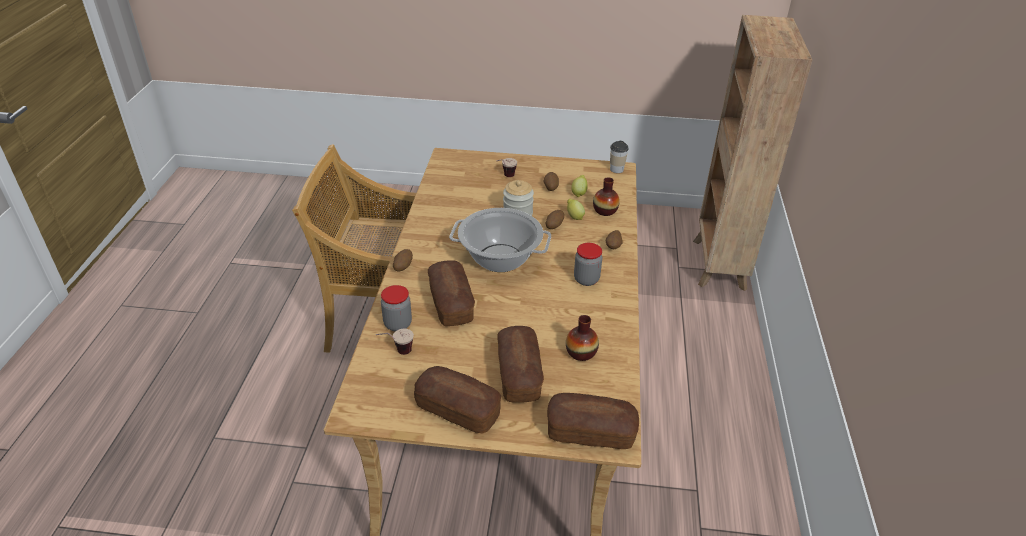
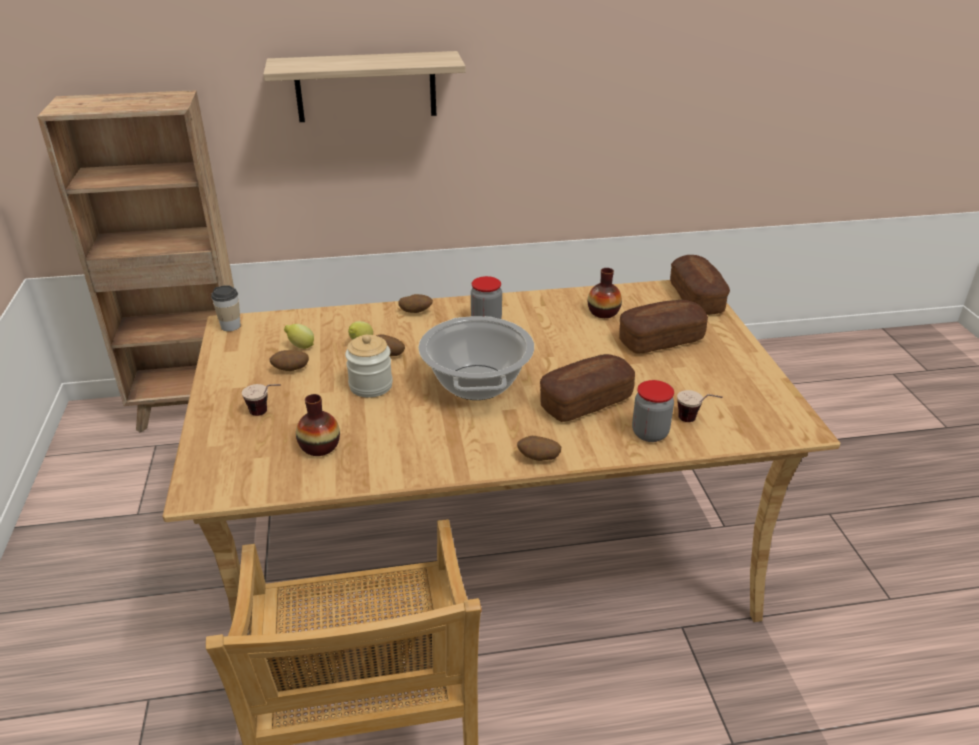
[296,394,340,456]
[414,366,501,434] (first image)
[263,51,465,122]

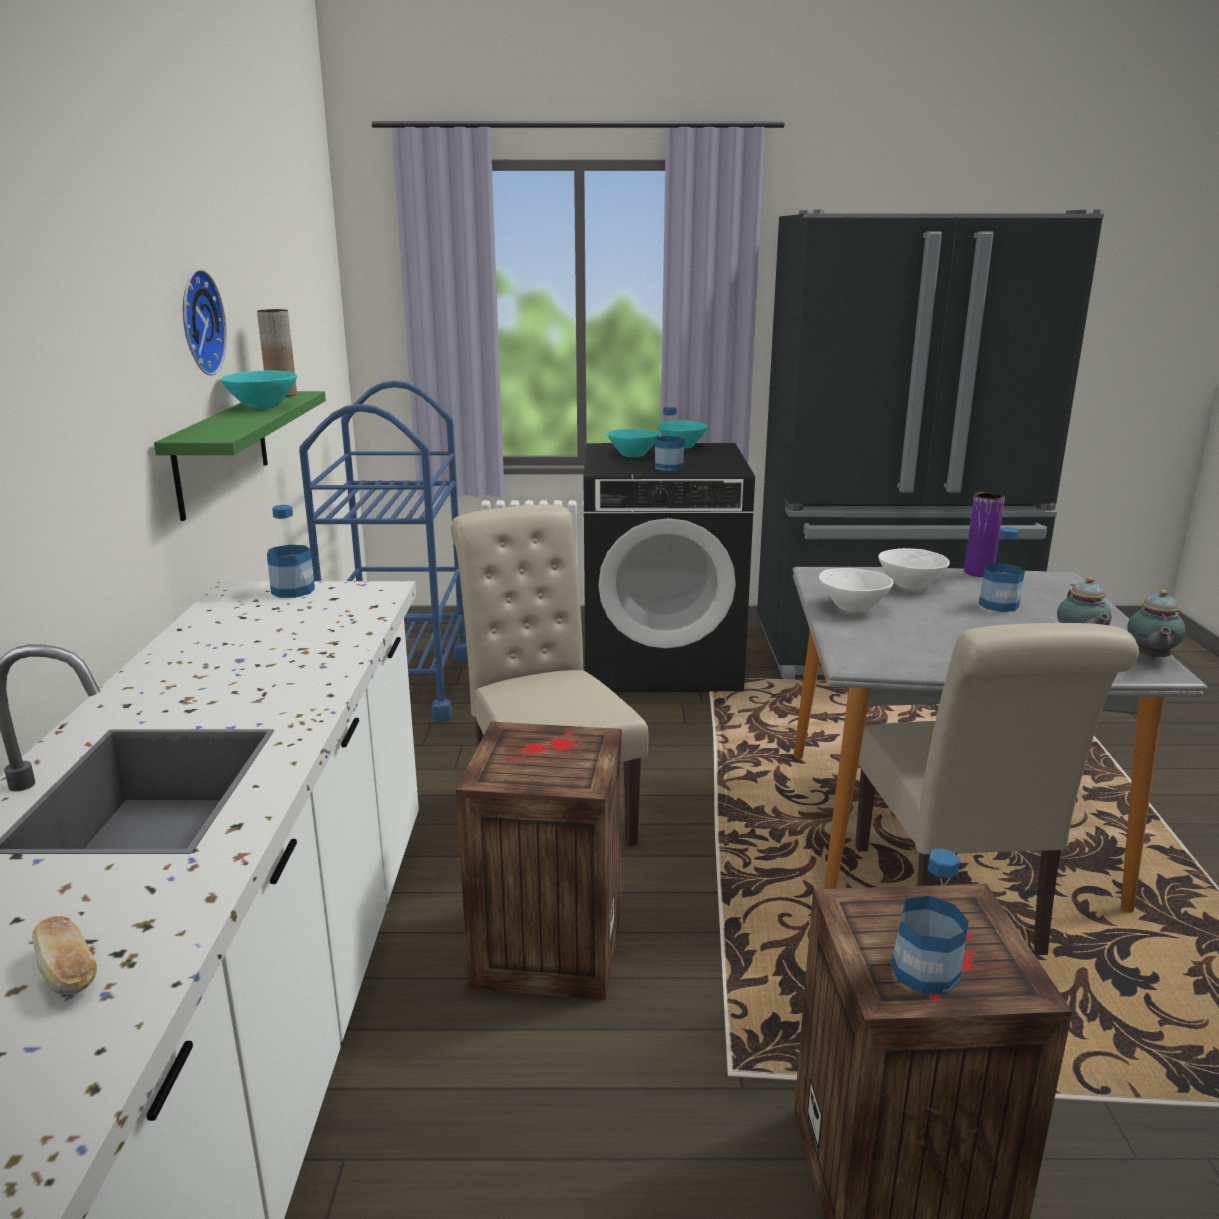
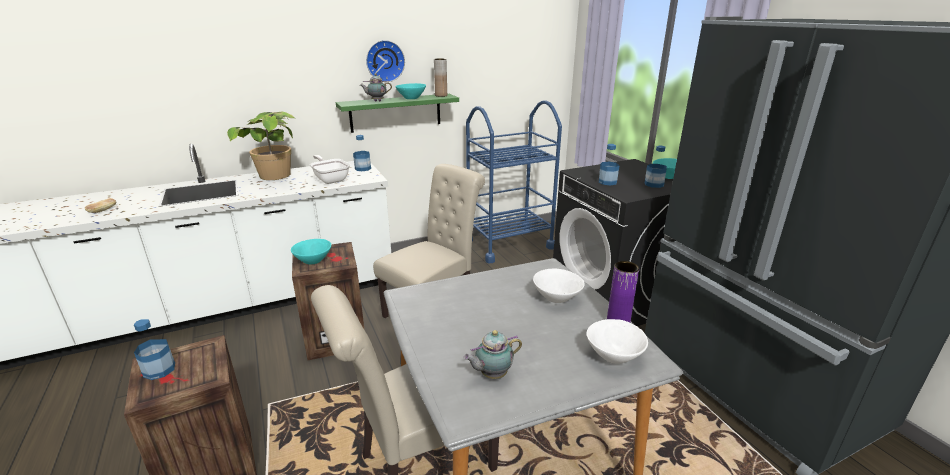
[291,239,331,264]
[645,146,667,188]
[587,319,648,364]
[360,74,392,101]
[227,112,295,180]
[310,155,350,184]

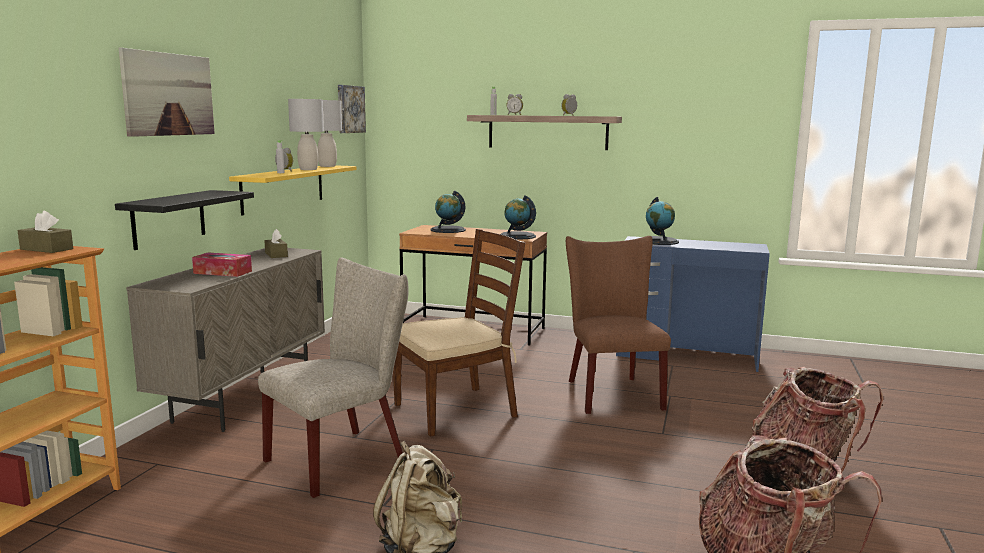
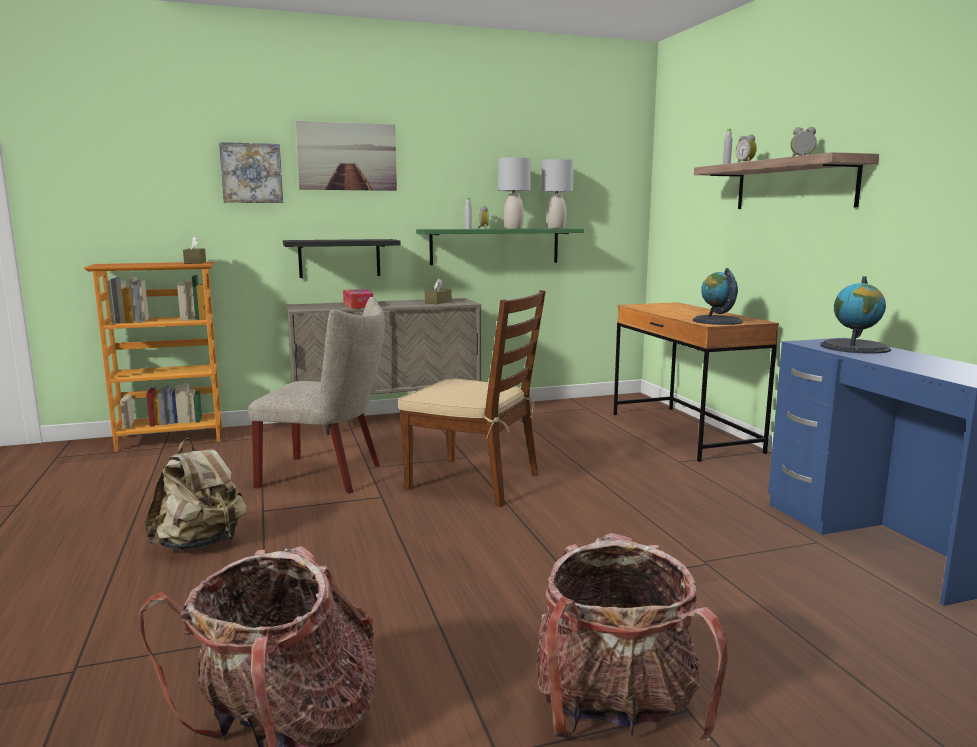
[219,142,283,203]
[416,228,584,265]
[430,191,466,233] (first image)
[566,236,671,414] (first image)

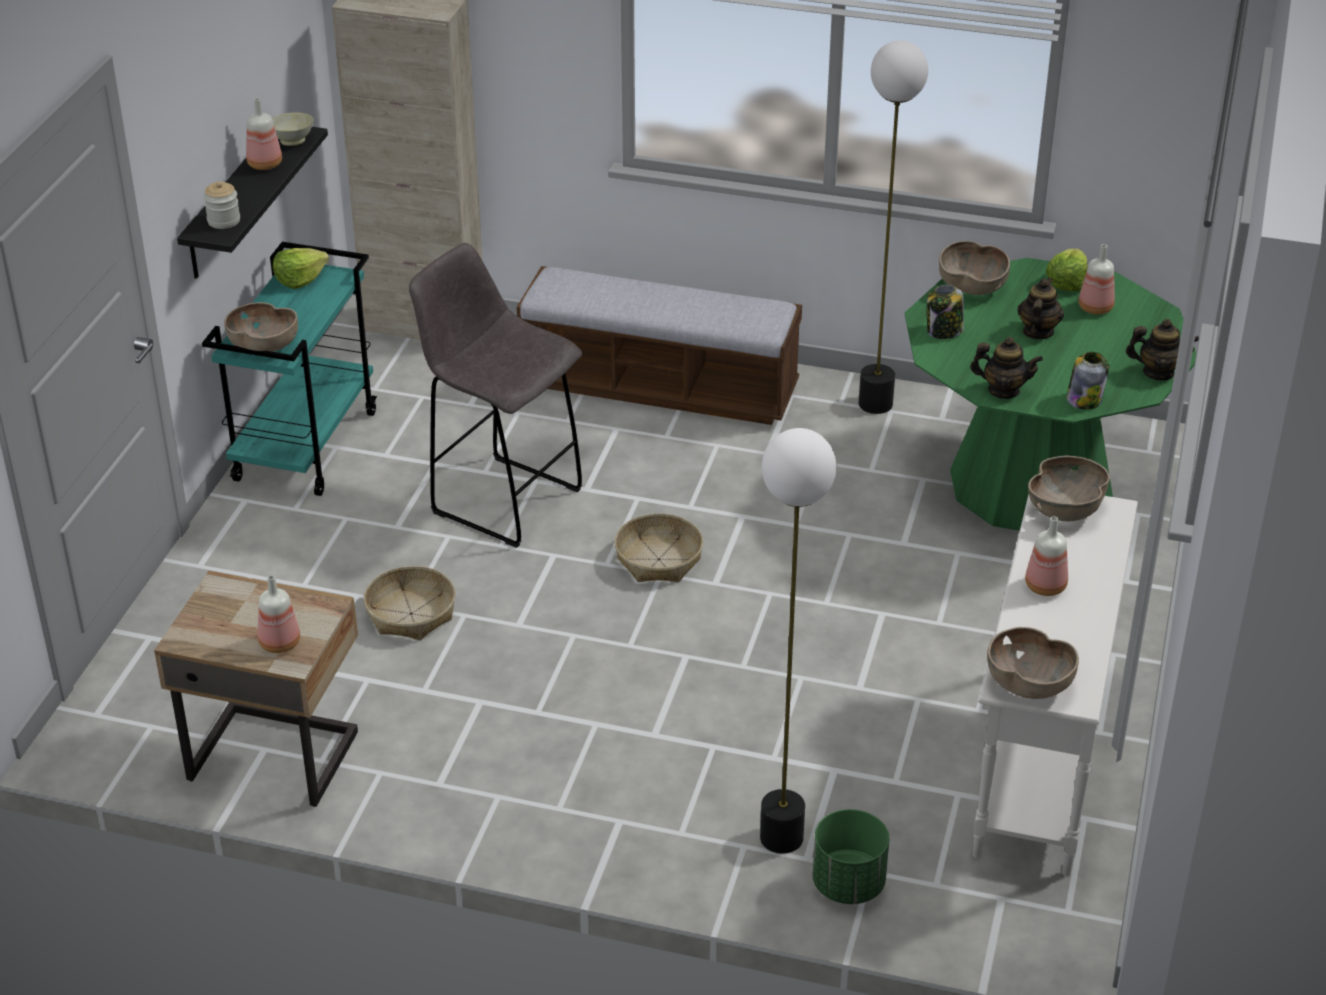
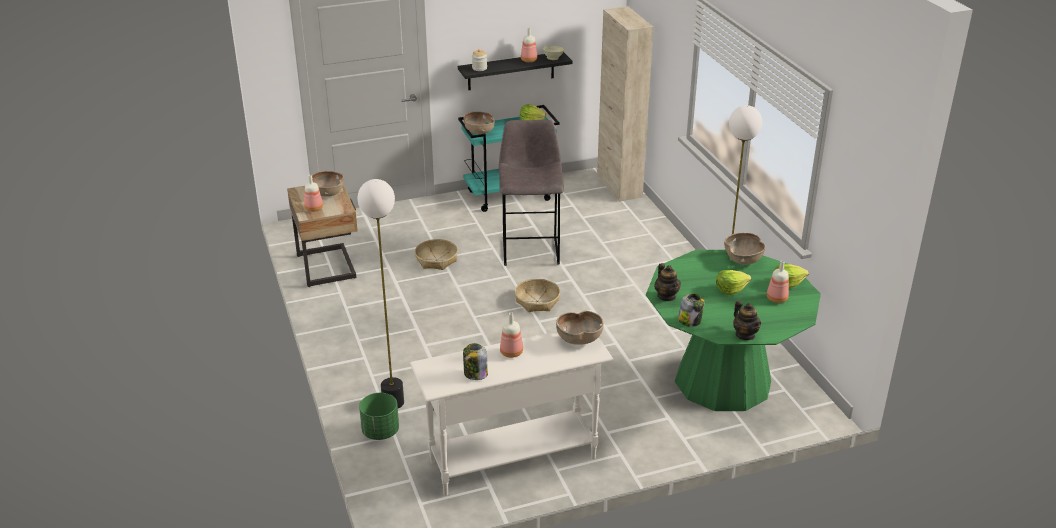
[517,266,802,425] (first image)
[716,270,751,295]
[463,343,488,380]
[312,171,344,197]

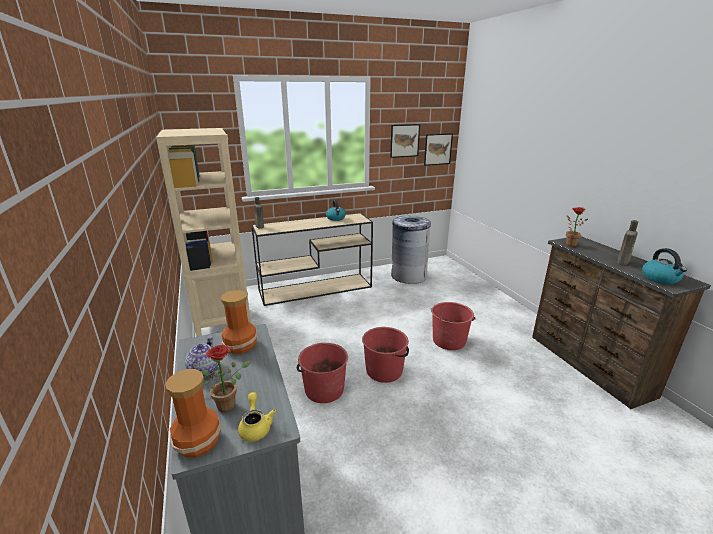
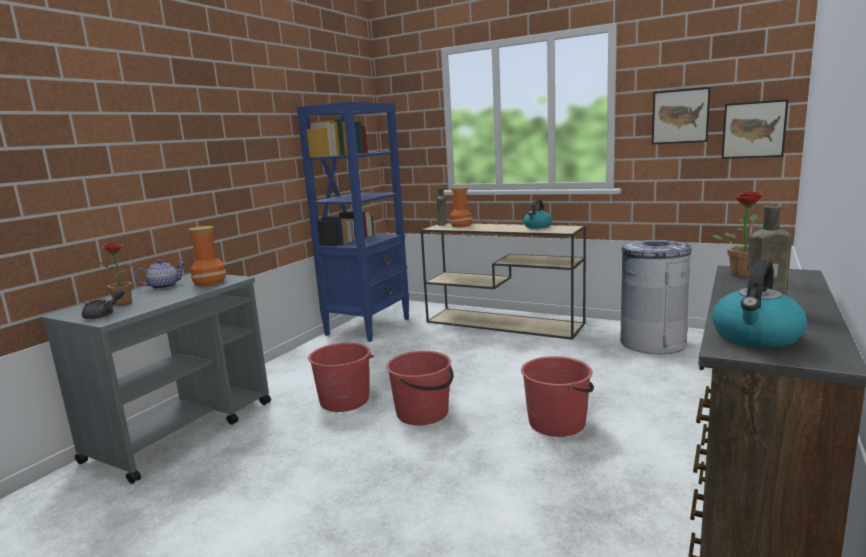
[297,102,410,342]
[450,187,473,227]
[82,289,124,319]

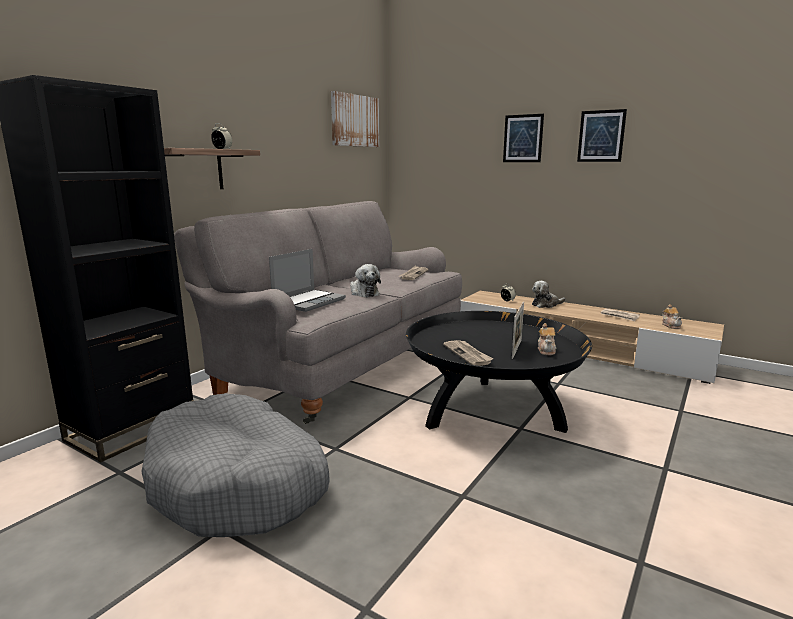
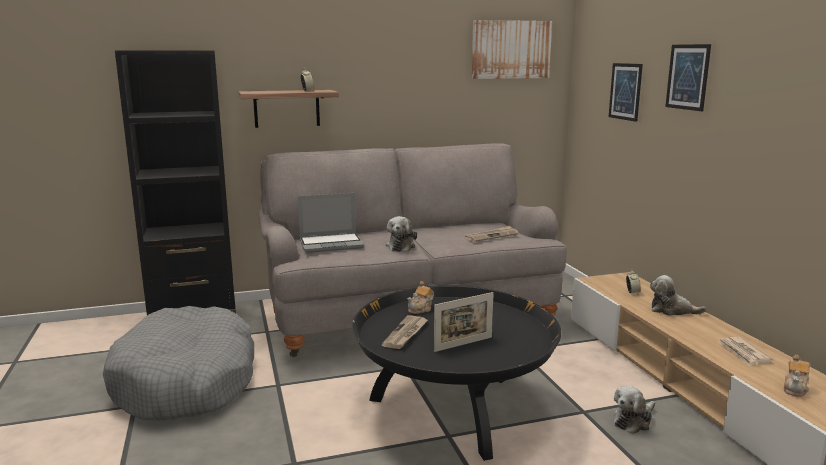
[609,63,643,122]
[407,281,434,314]
[613,386,655,434]

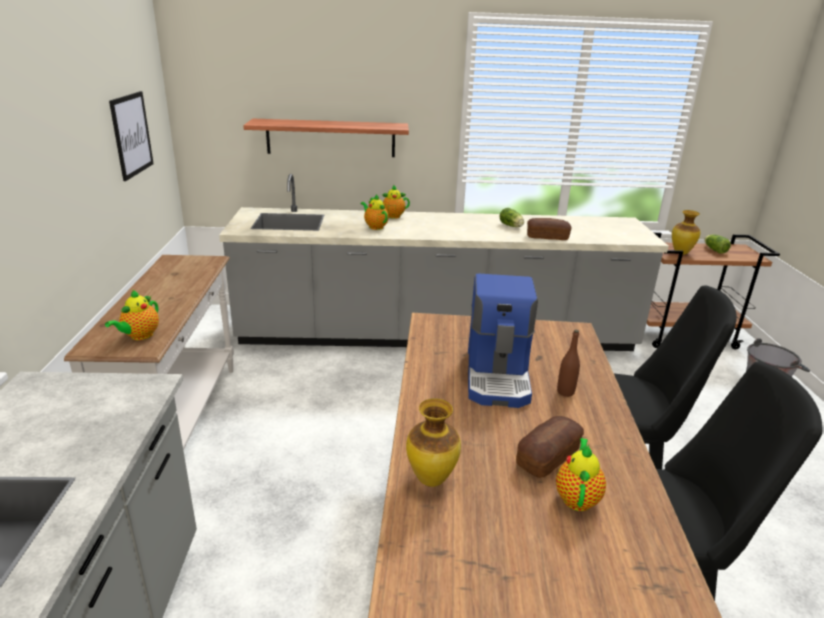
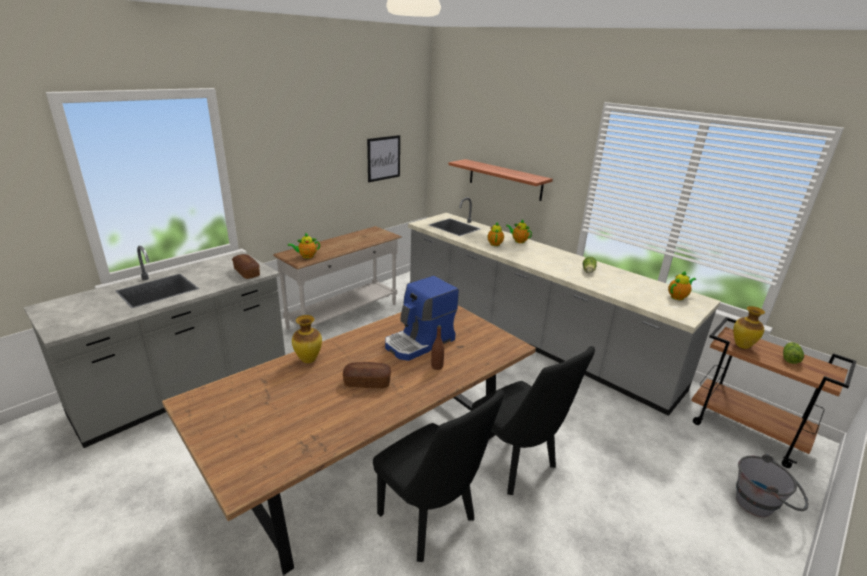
[232,254,260,279]
[668,271,696,300]

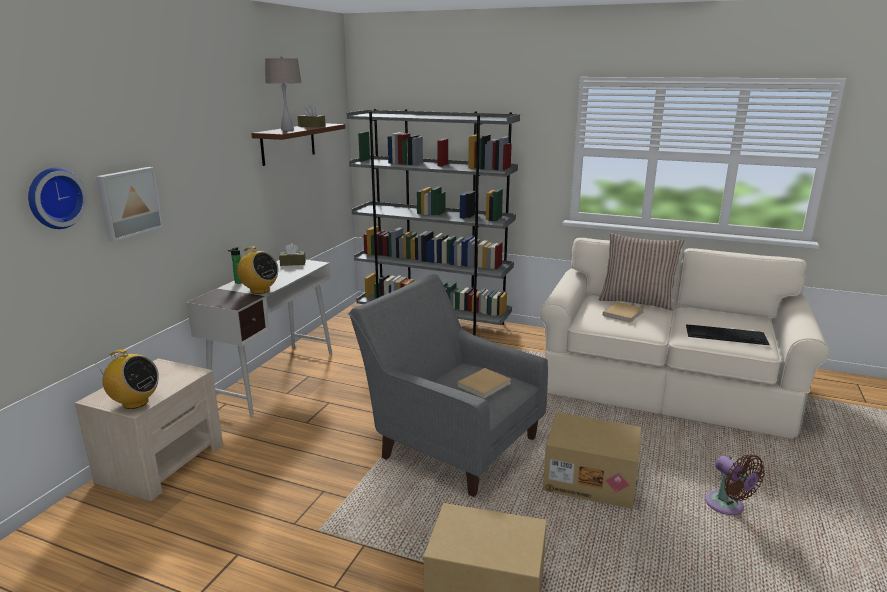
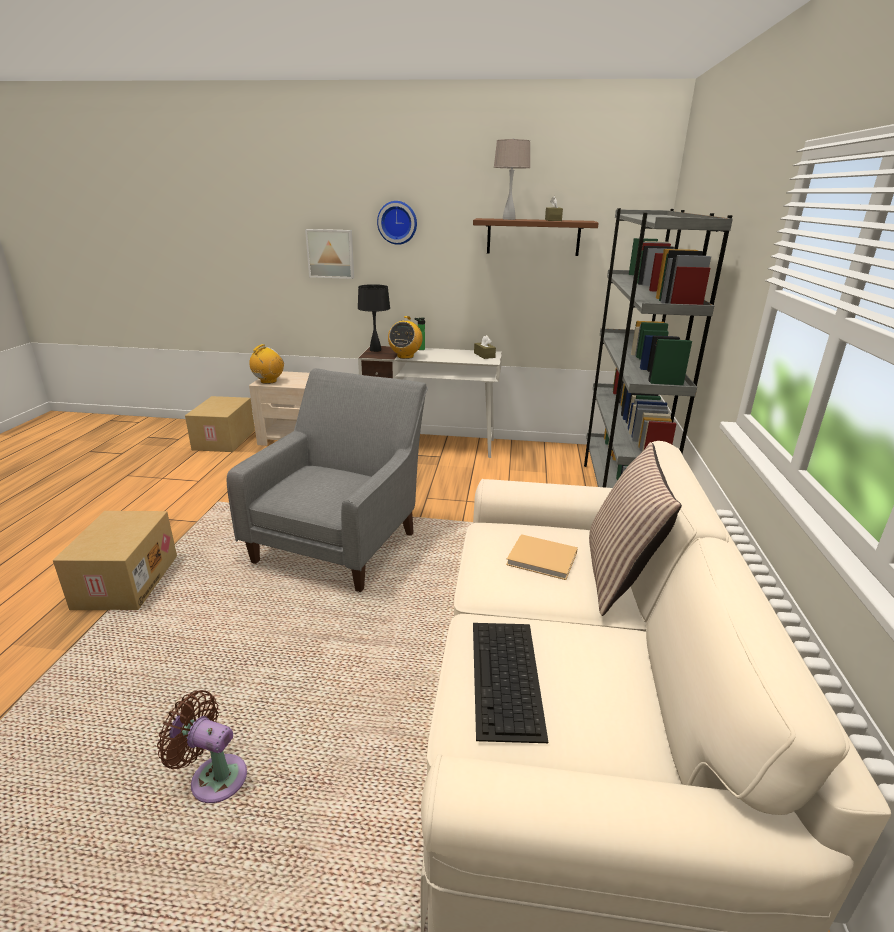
[377,201,417,245]
[249,344,284,384]
[457,368,511,399] (first image)
[185,396,255,452]
[157,690,247,803]
[358,284,390,352]

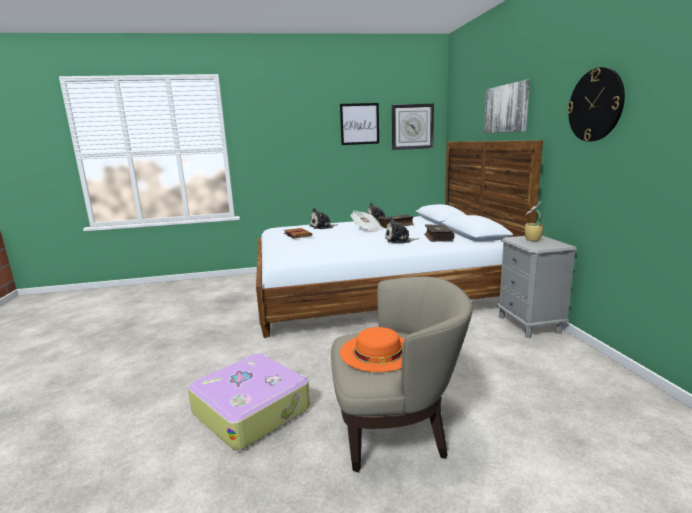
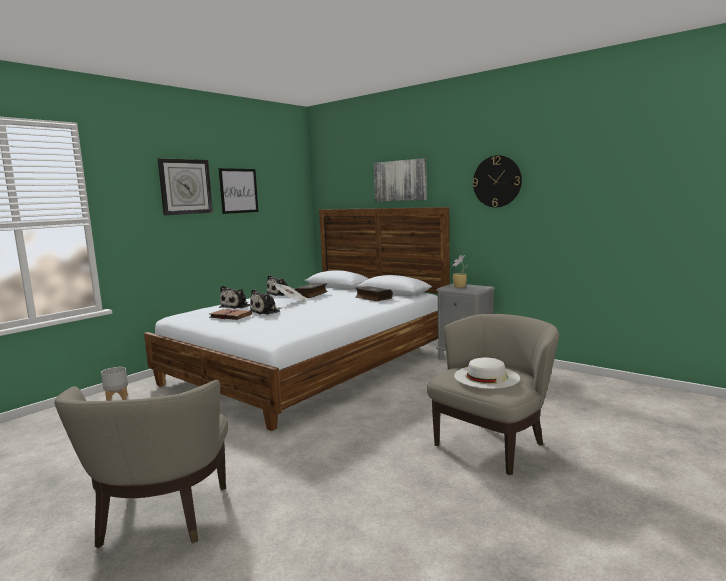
[158,158,213,215]
[249,289,282,315]
[454,357,520,389]
[188,354,310,451] (first image)
[101,367,128,401]
[54,380,228,548]

